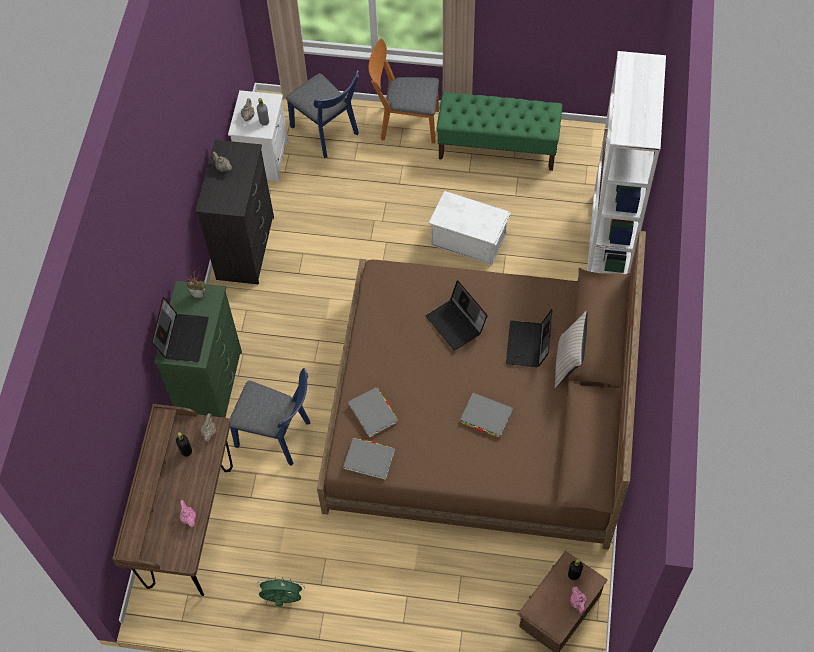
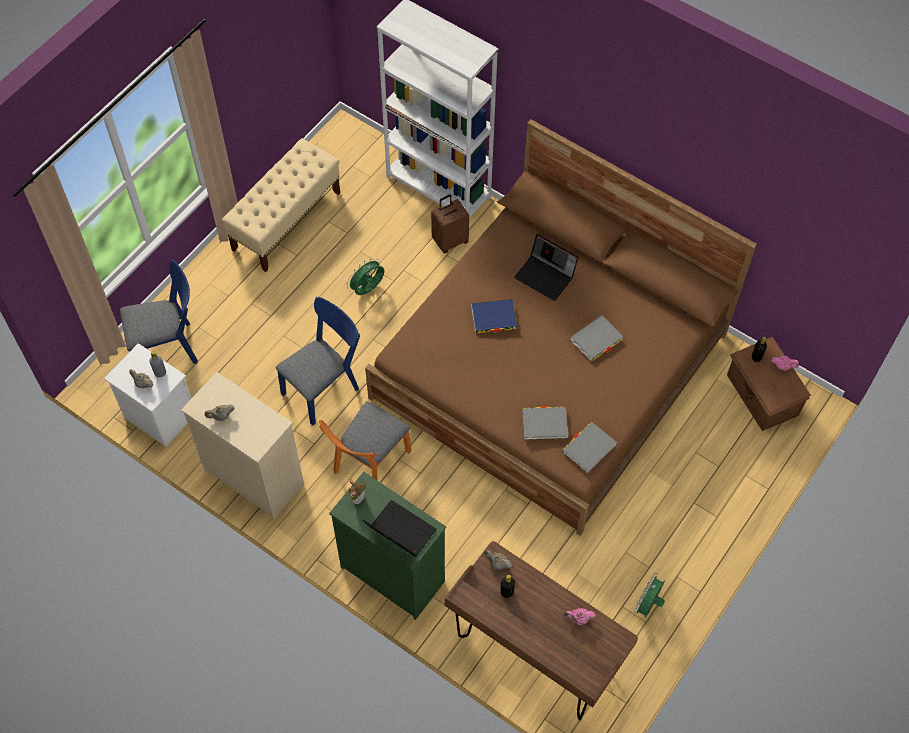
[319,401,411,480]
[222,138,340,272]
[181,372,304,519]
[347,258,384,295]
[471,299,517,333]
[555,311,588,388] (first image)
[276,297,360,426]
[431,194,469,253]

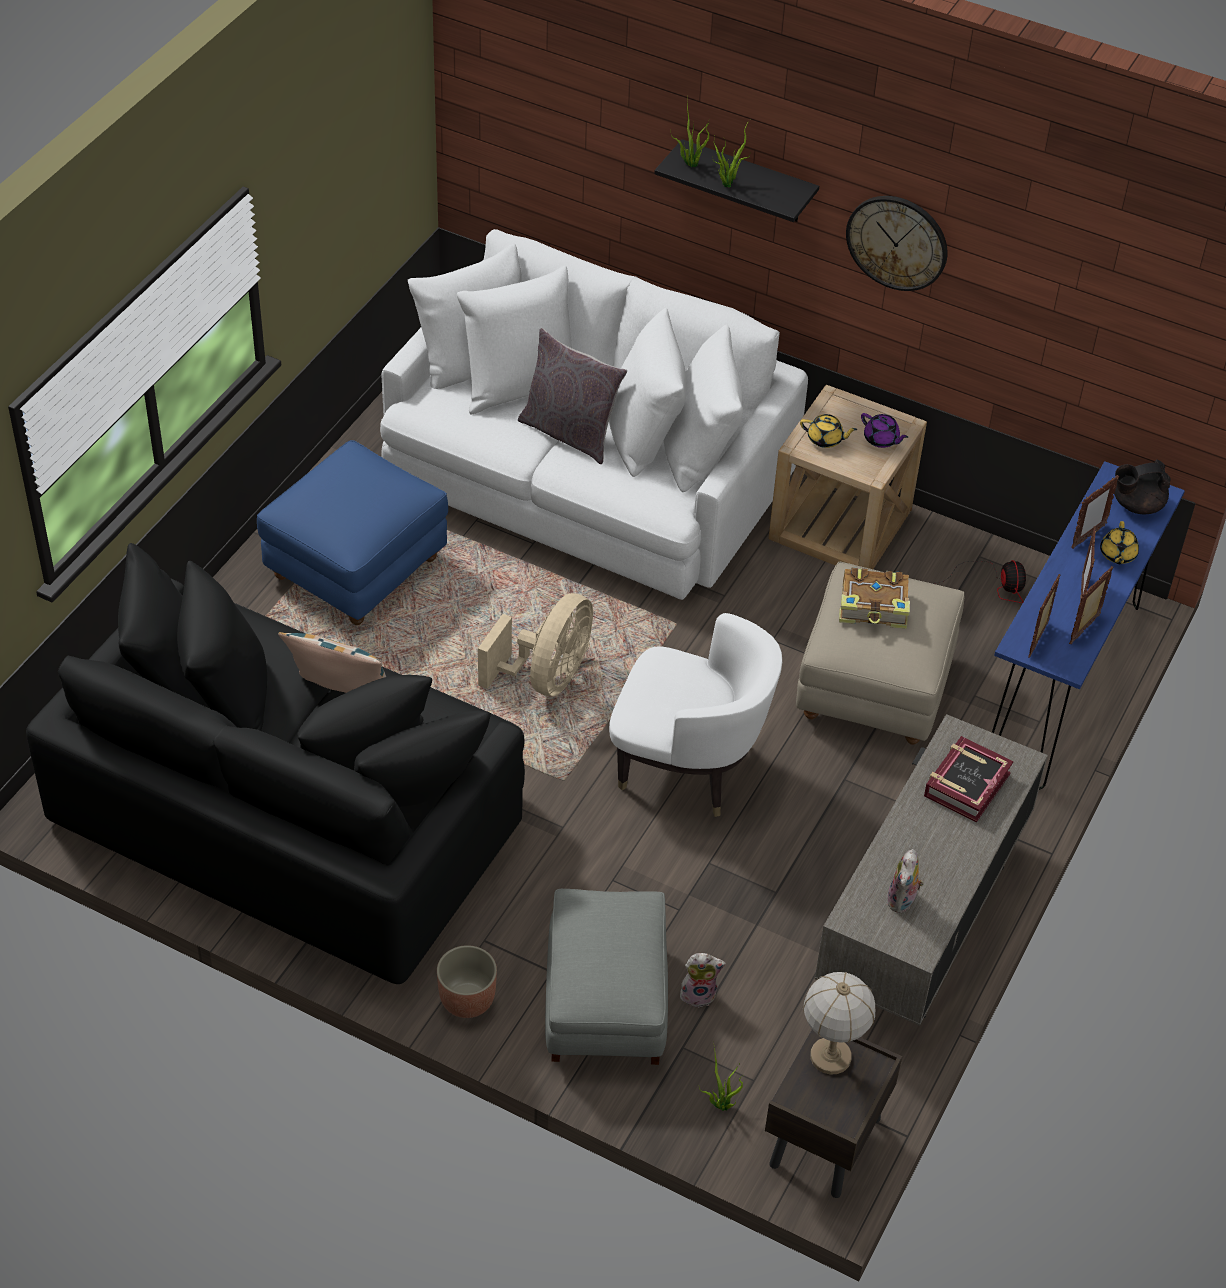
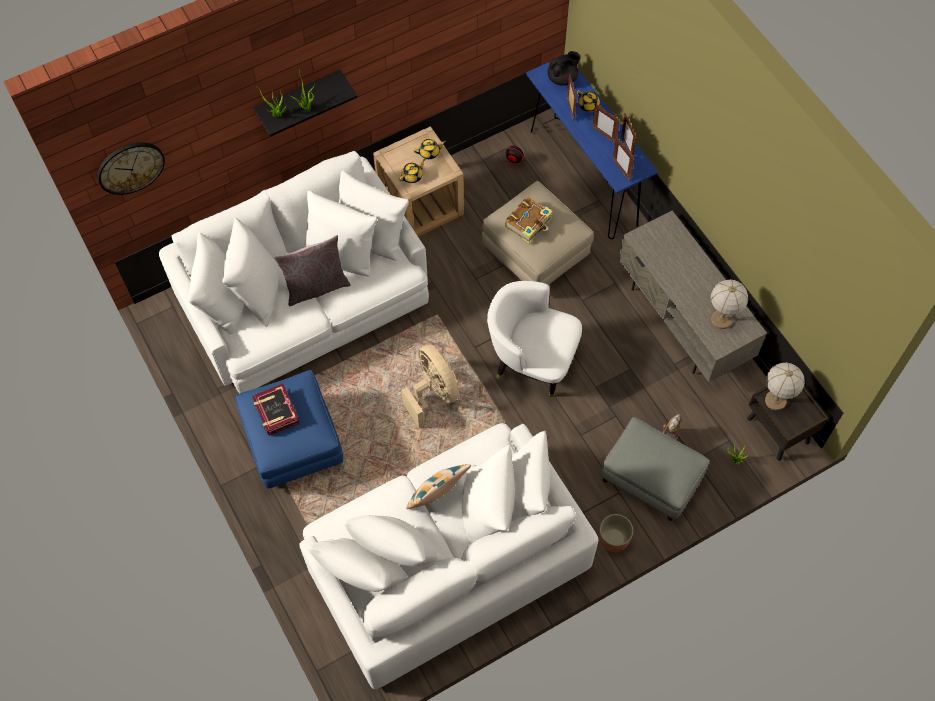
[97,143,165,195]
[414,139,446,159]
[547,51,581,86]
[299,423,599,689]
[487,281,582,397]
[252,384,300,436]
[711,279,748,329]

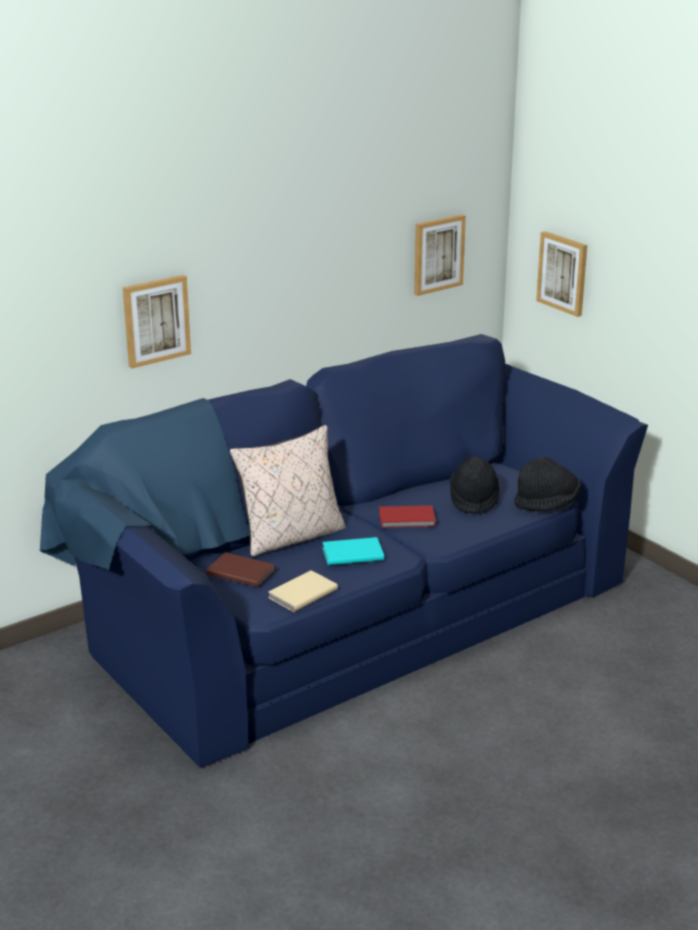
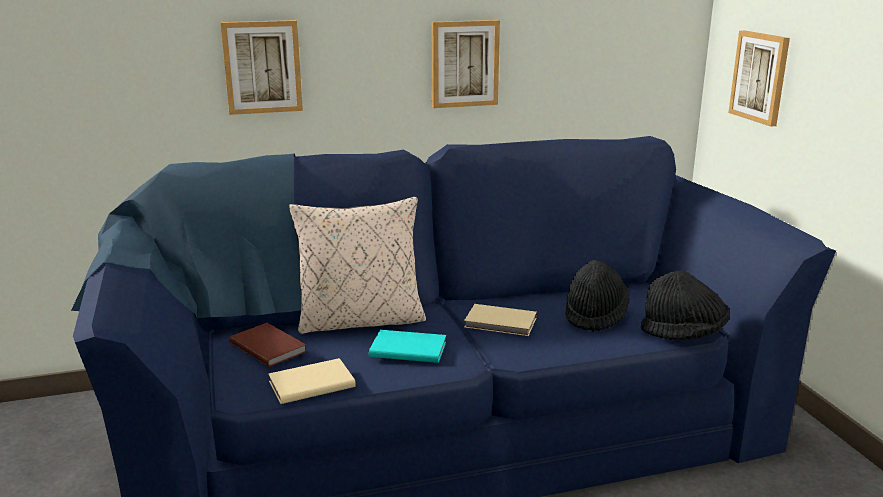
[432,20,500,108]
[464,304,537,336]

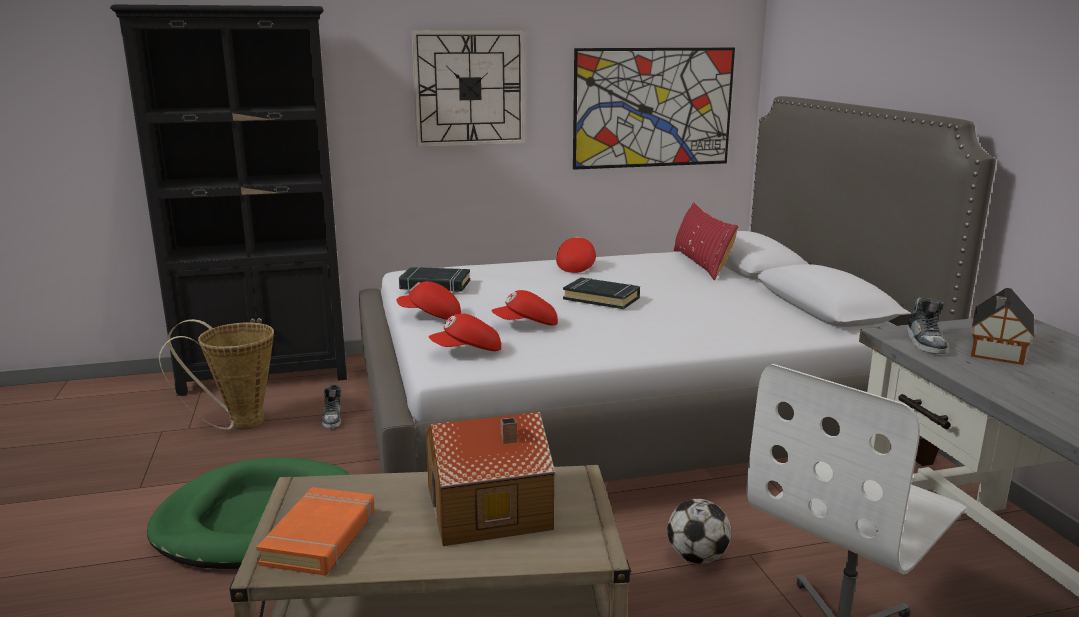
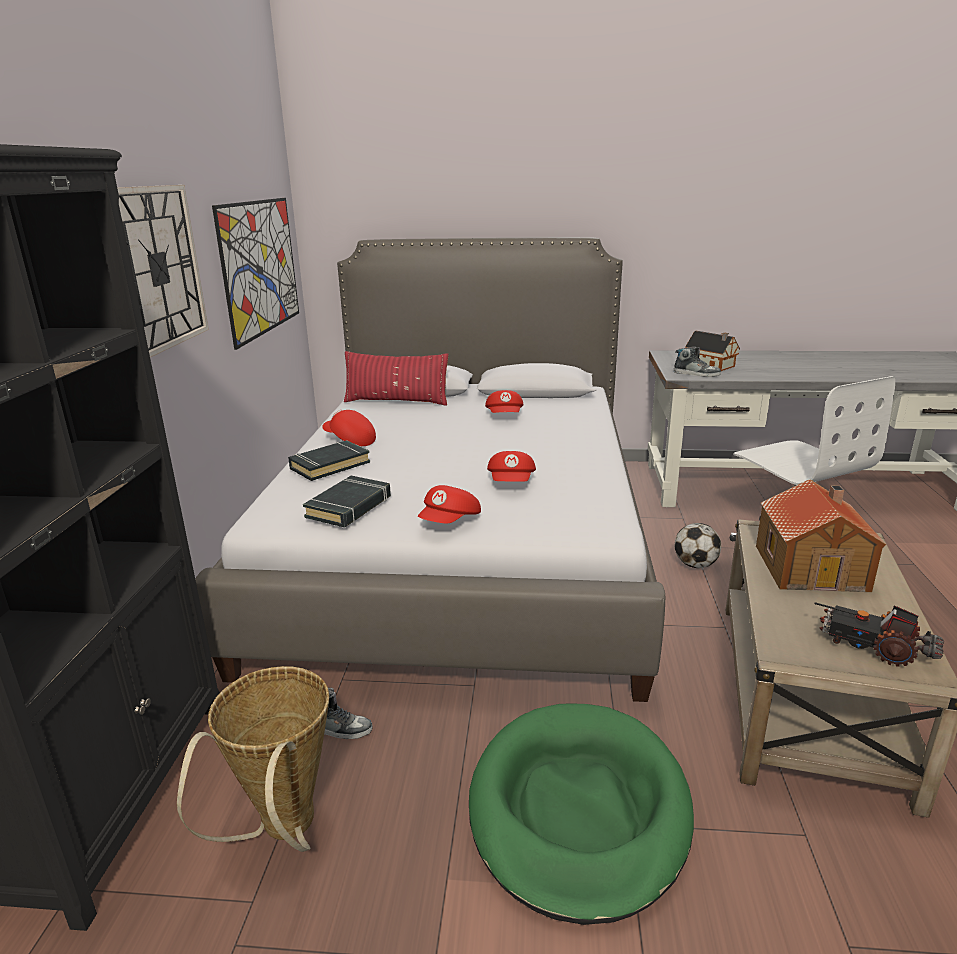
[288,440,370,481]
[485,390,524,413]
[815,602,944,667]

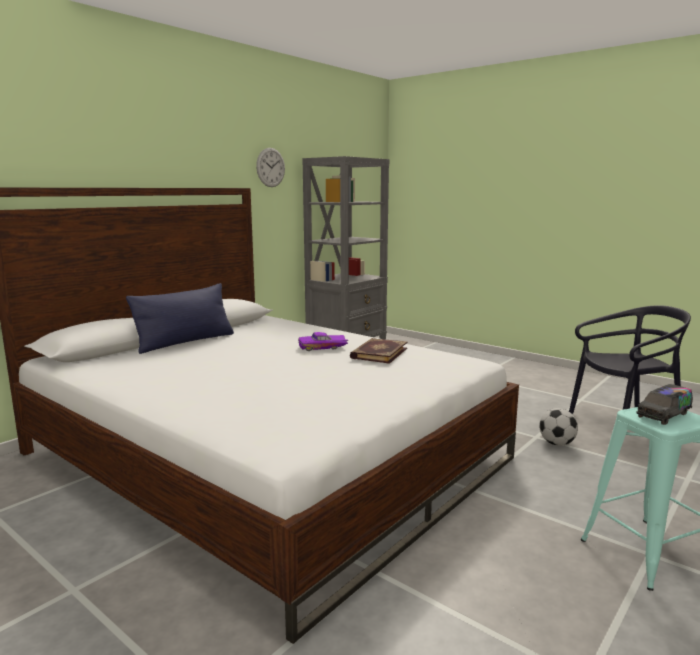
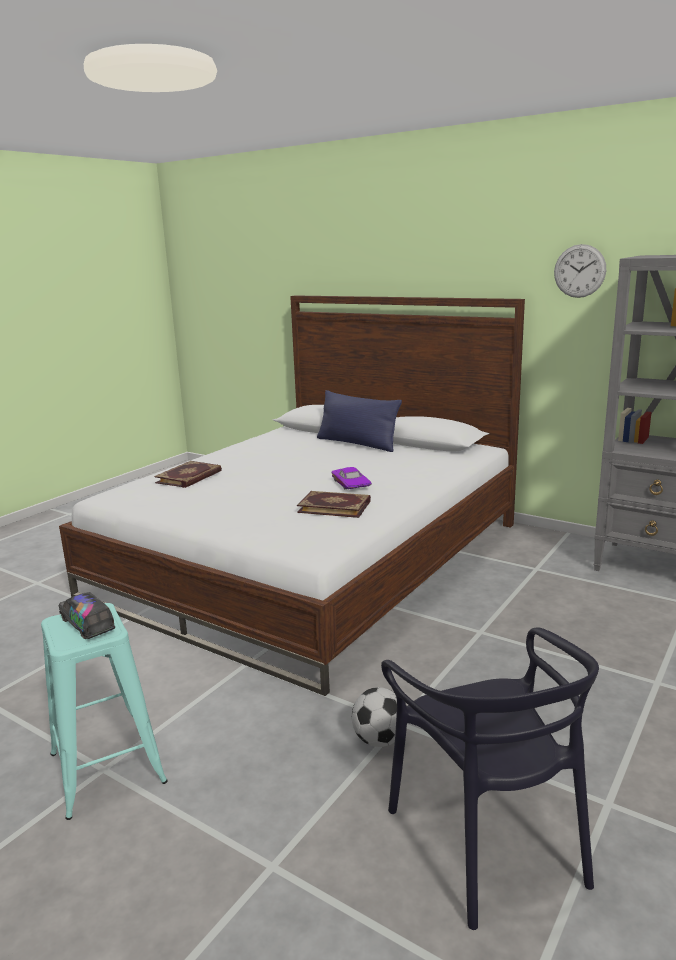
[154,461,222,488]

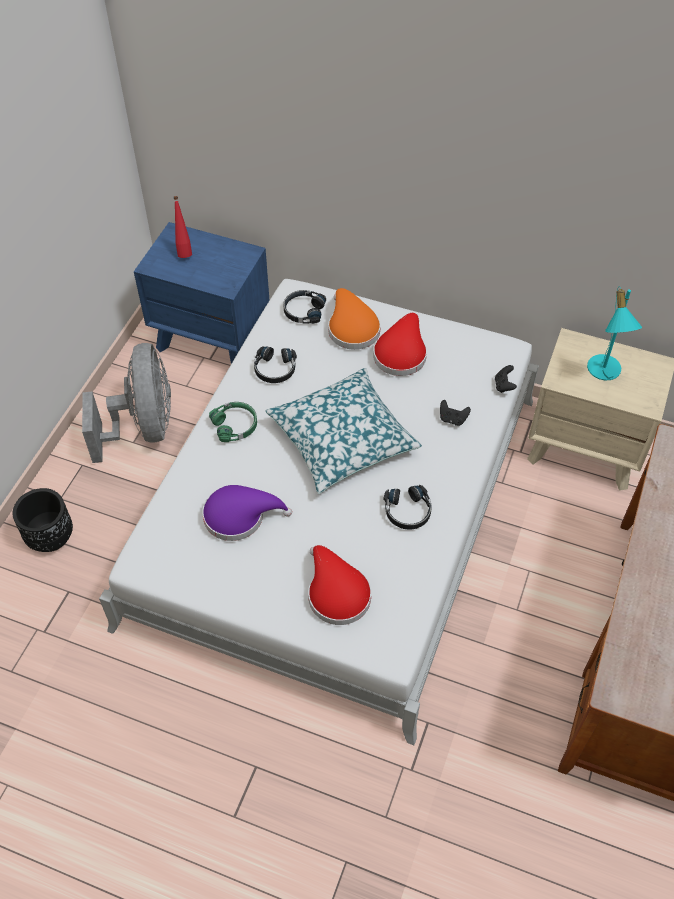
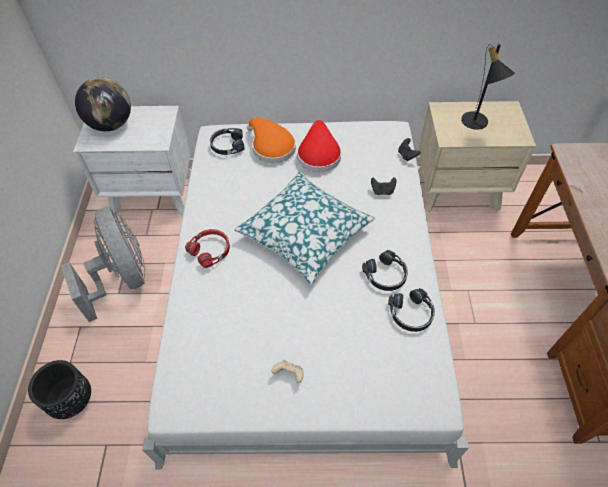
[75,77,131,131]
[73,106,191,215]
[461,44,515,130]
[388,288,435,332]
[185,229,230,268]
[202,485,292,541] (first image)
[308,545,371,625] (first image)
[271,360,304,383]

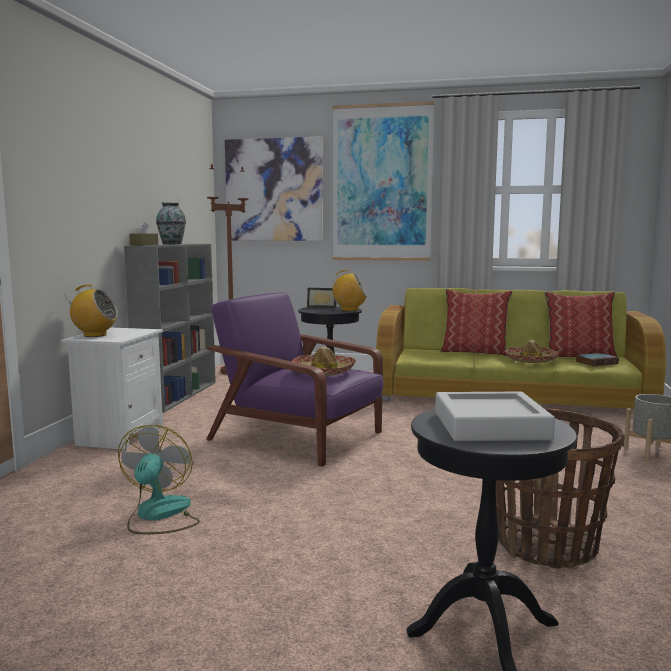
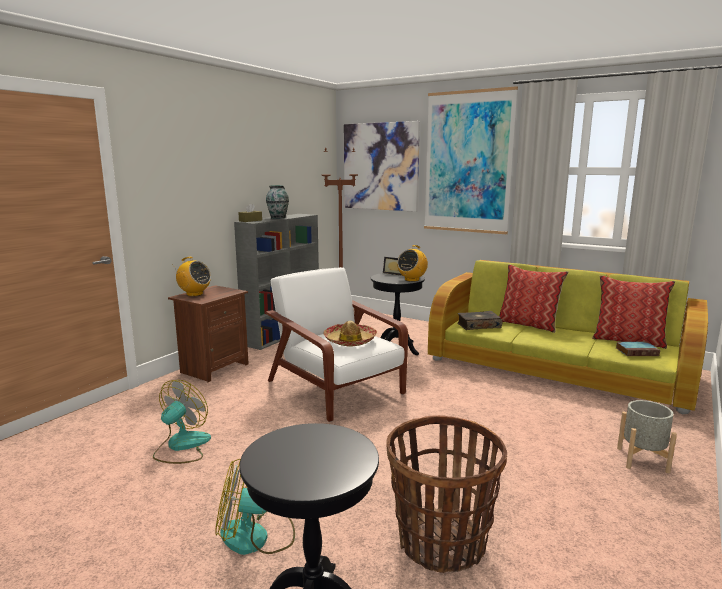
[397,245,428,282]
[265,267,408,422]
[168,285,249,382]
[505,340,559,363] (first image)
[435,392,555,441] (first image)
[457,311,502,330]
[215,459,295,555]

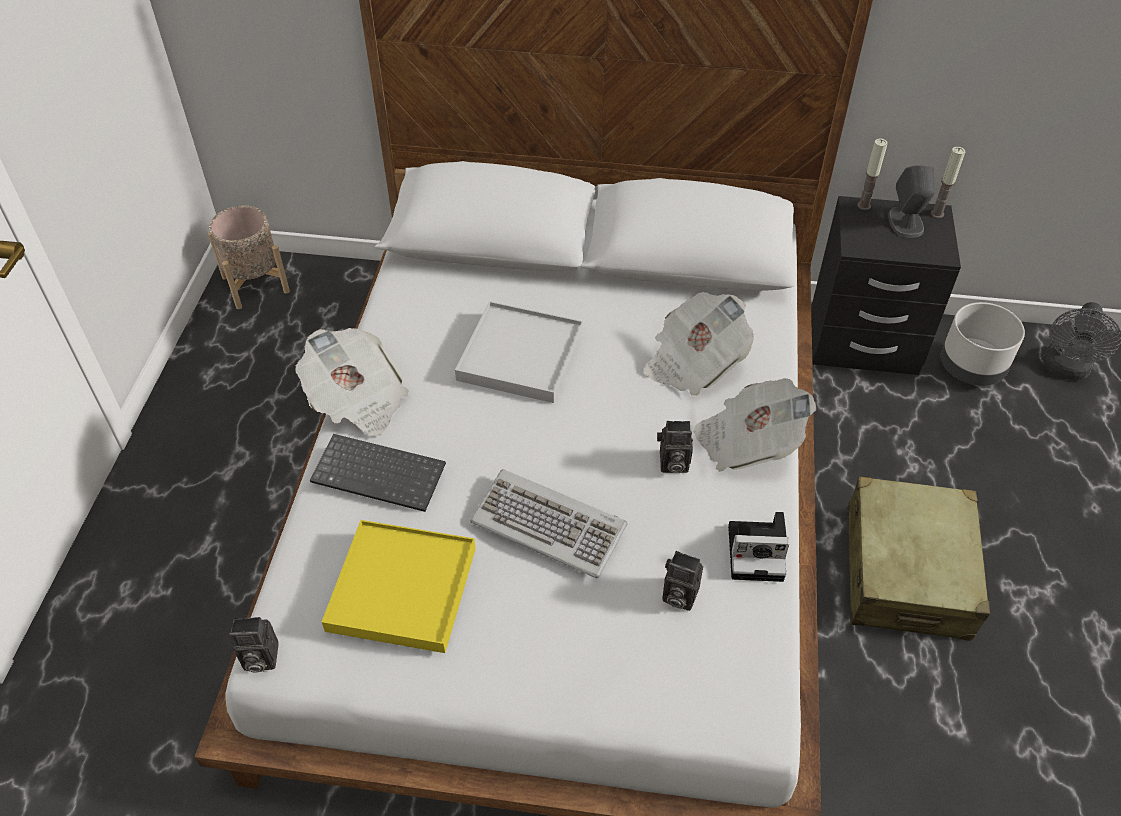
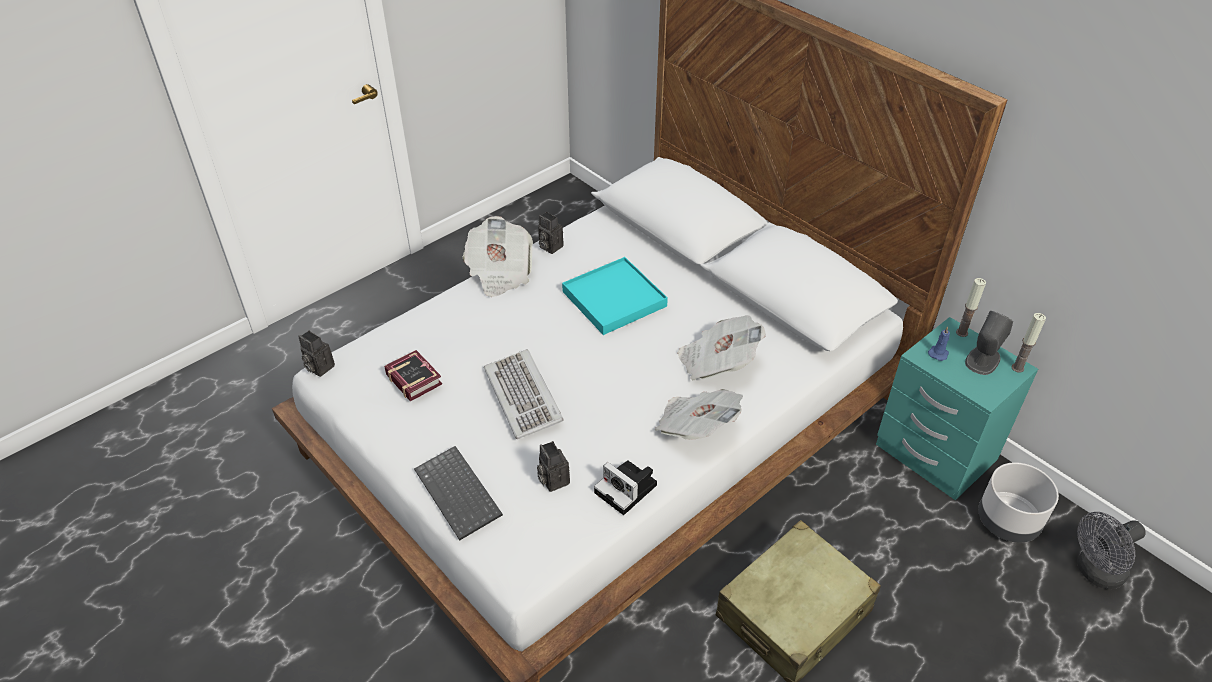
[876,317,1038,500]
[208,206,290,309] (first image)
[562,257,668,335]
[538,212,564,254]
[414,446,503,540]
[384,350,442,401]
[928,327,950,361]

